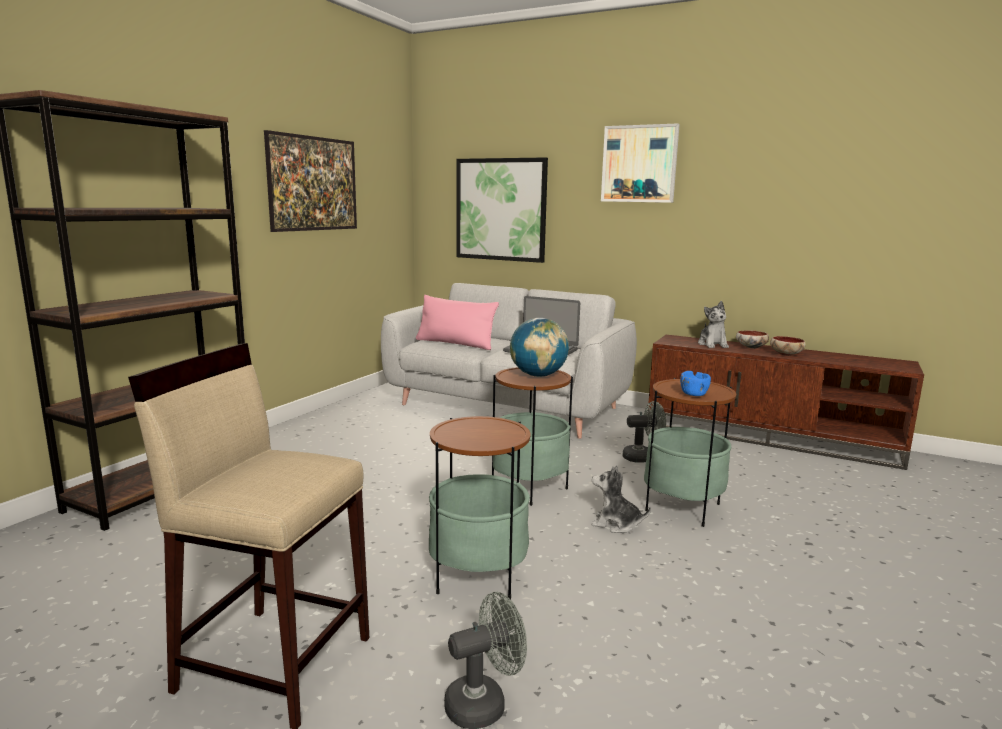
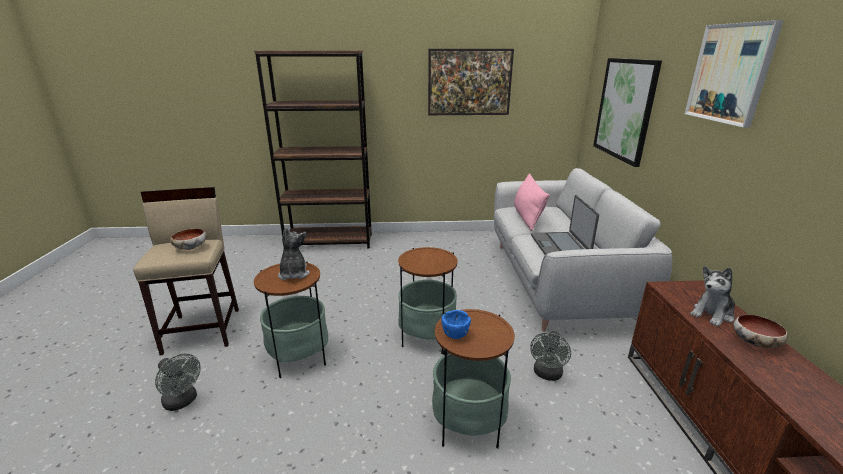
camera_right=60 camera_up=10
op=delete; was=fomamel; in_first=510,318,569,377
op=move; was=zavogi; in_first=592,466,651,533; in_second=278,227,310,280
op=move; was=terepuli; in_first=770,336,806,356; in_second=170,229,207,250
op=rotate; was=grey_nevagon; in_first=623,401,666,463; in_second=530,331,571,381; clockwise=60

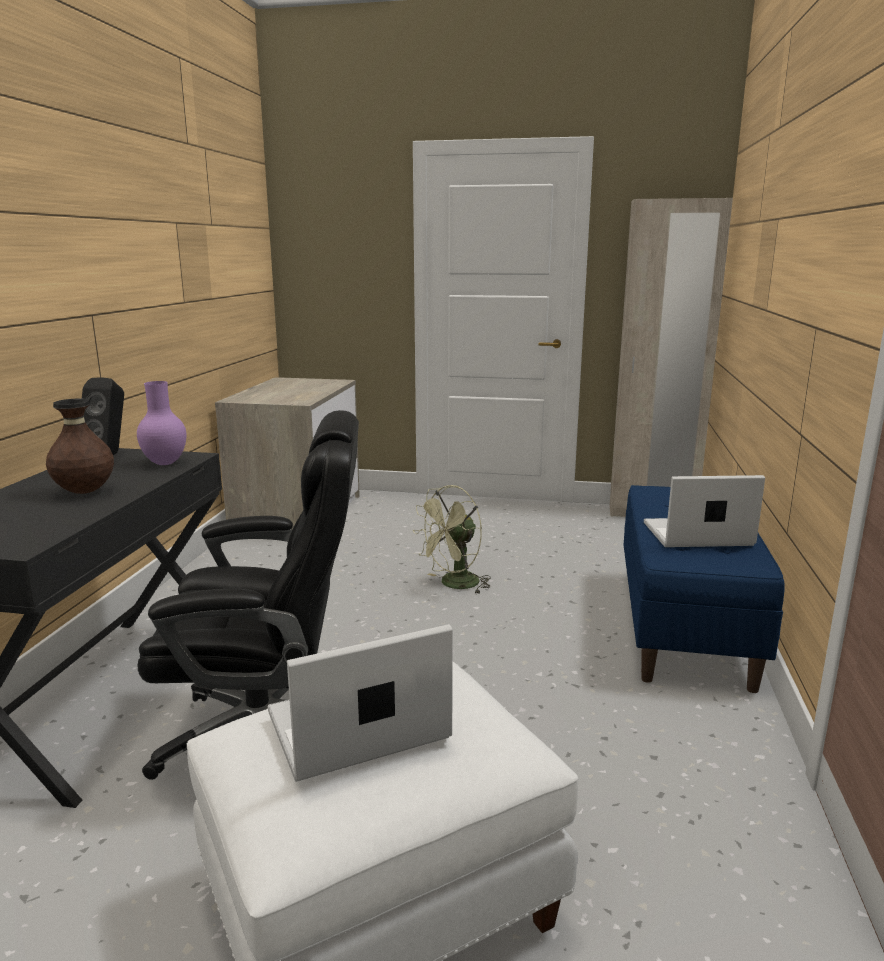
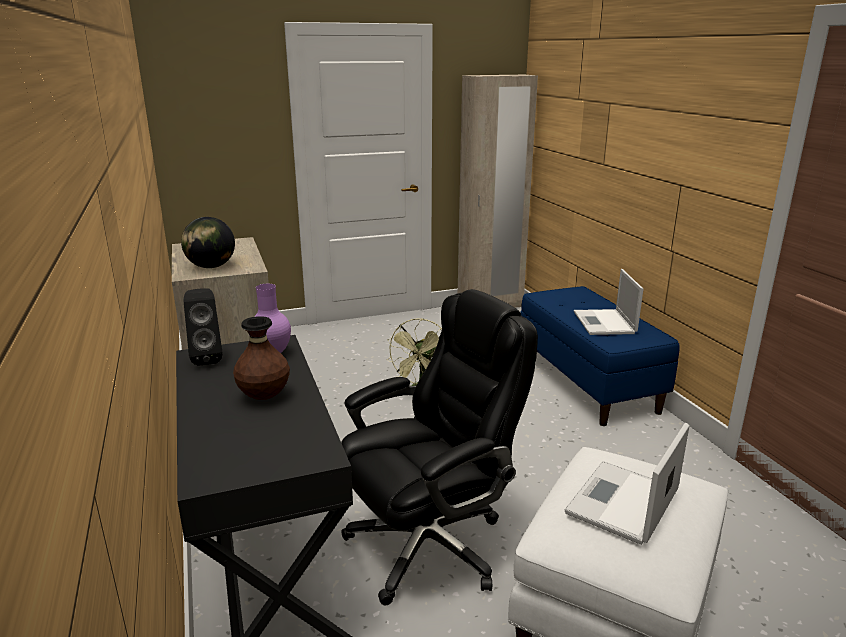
camera_right=-30 camera_up=5
op=insert; now=fomamel; in_second=181,217,235,268
op=rotate; was=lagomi; in_first=644,475,765,547; in_second=574,269,643,335; clockwise=-60

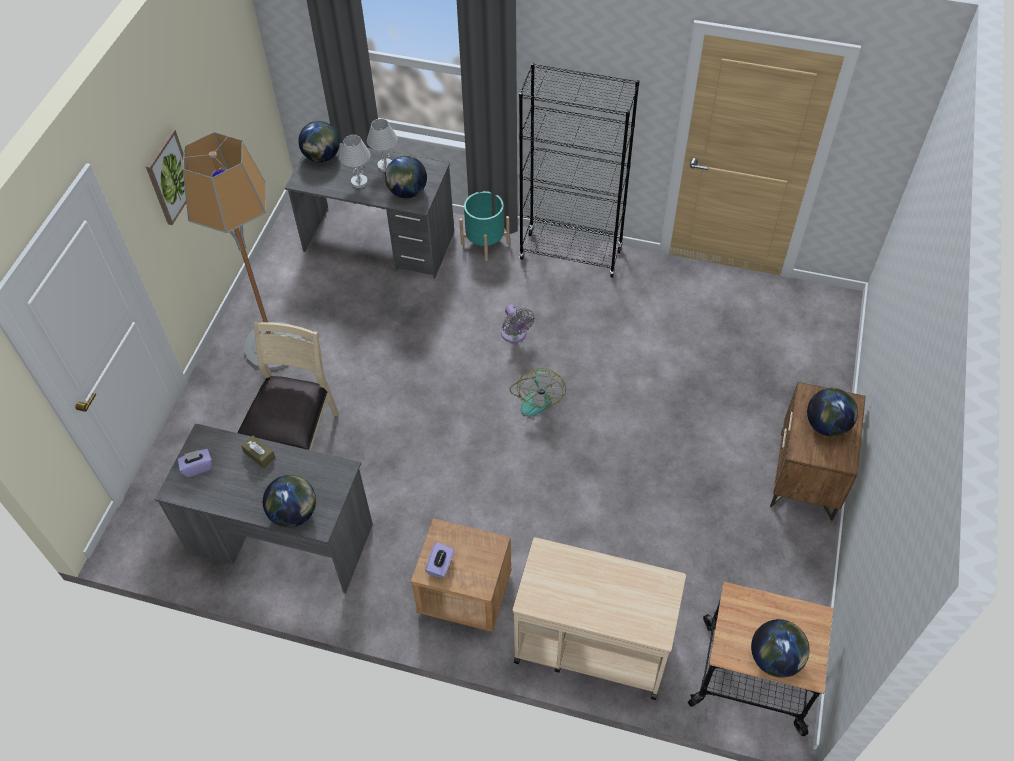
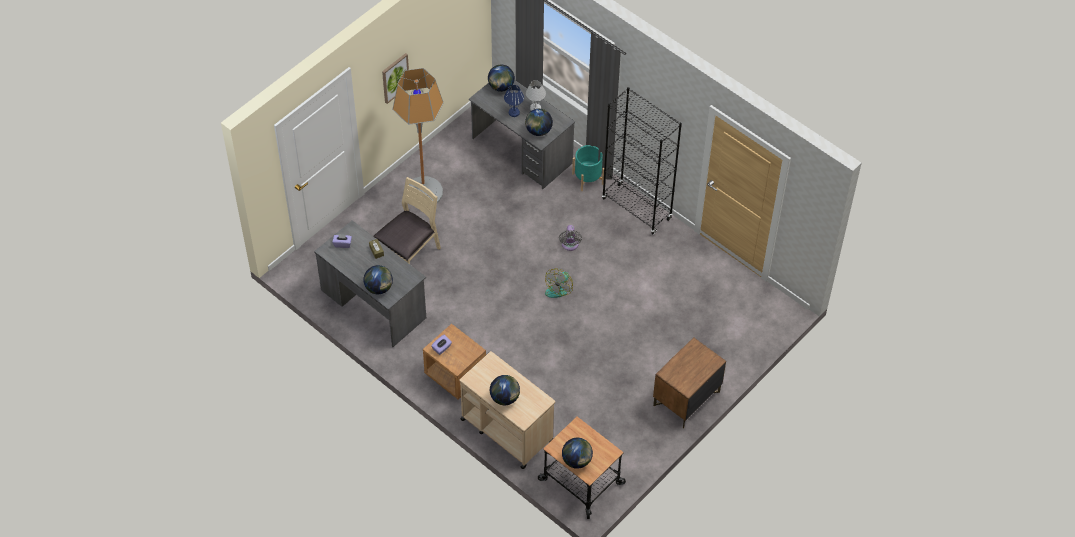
camera_right=25 camera_up=0
op=move; was=fomamel; in_first=807,388,858,437; in_second=490,375,520,405
op=recolor; was=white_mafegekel; now=blue_mafegekel; in_first=339,135,370,188; in_second=504,85,524,117

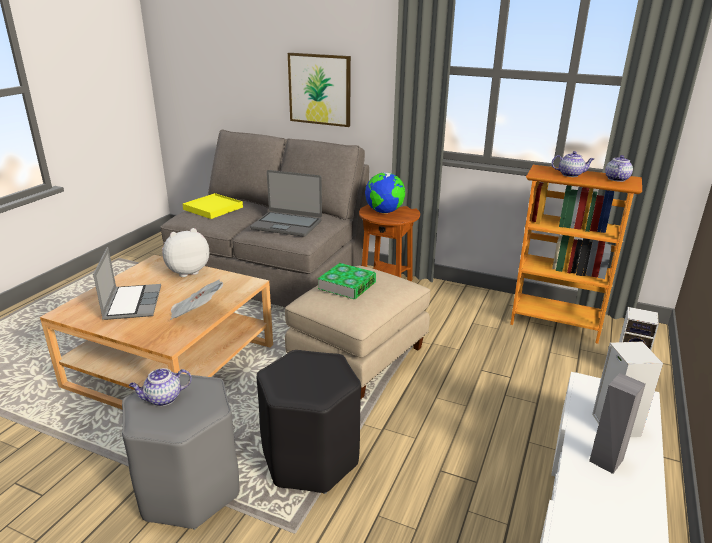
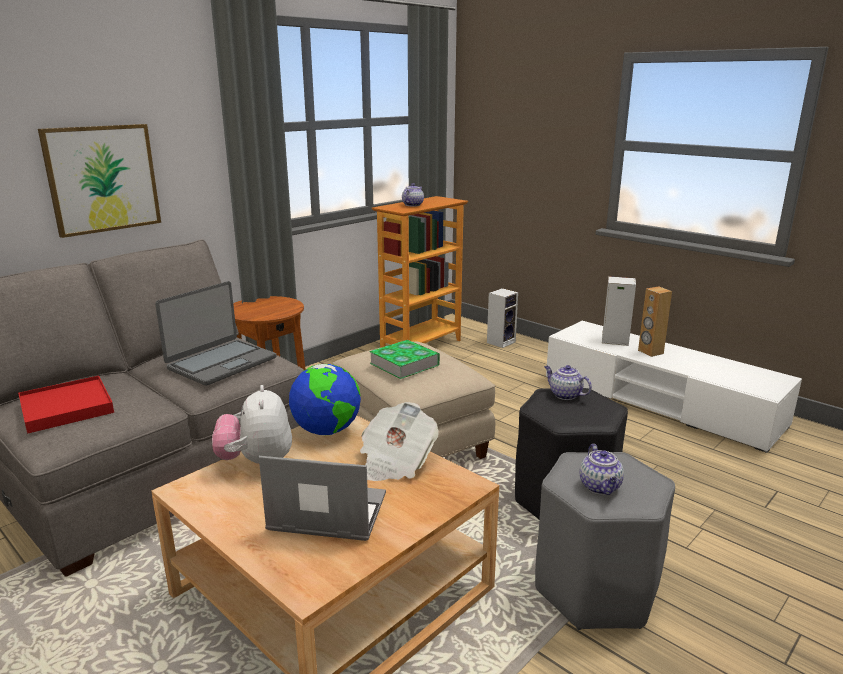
camera_right=-70 camera_up=-5
op=move; was=fomamel; in_first=365,172,405,213; in_second=289,364,361,435
op=move; was=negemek; in_first=605,155,633,182; in_second=544,365,592,400
op=recolor; was=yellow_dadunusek; now=red_dadunusek; in_first=183,193,243,219; in_second=18,376,114,434
op=recolor; was=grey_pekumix; now=brown_pekumix; in_first=589,373,646,474; in_second=638,286,672,357

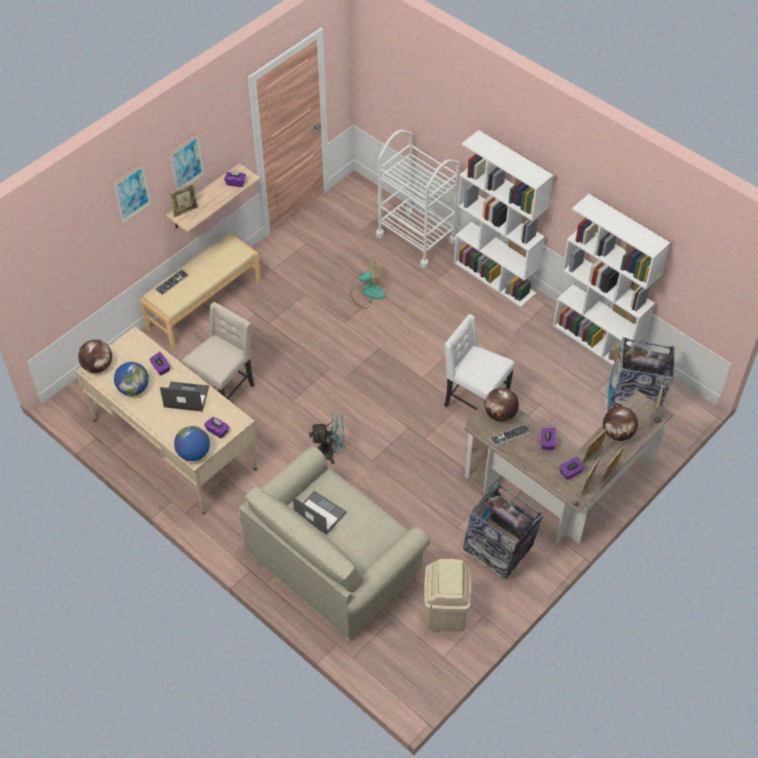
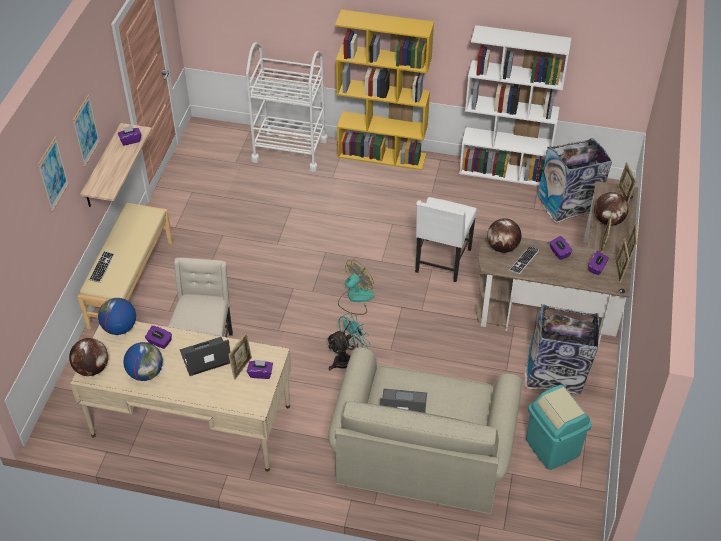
camera_right=-30 camera_up=-5
op=move; was=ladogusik; in_first=169,183,198,218; in_second=228,333,252,380
op=move; was=fomamel; in_first=174,426,210,461; in_second=98,298,136,335
op=move; was=nevagon; in_first=350,258,385,309; in_second=338,260,375,315
op=recolor; was=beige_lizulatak; now=turquoise_lizulatak; in_first=424,559,471,631; in_second=526,385,592,470
op=recolor; was=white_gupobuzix; now=yellow_gupobuzix; in_first=454,130,553,307; in_second=335,10,434,170
op=rotate; was=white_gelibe; in_first=444,314,515,410; in_second=415,197,477,282; clockwise=-75

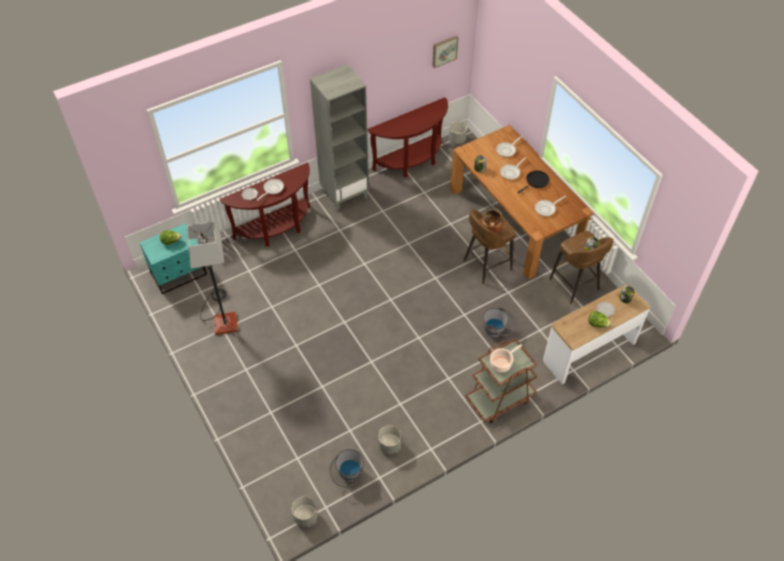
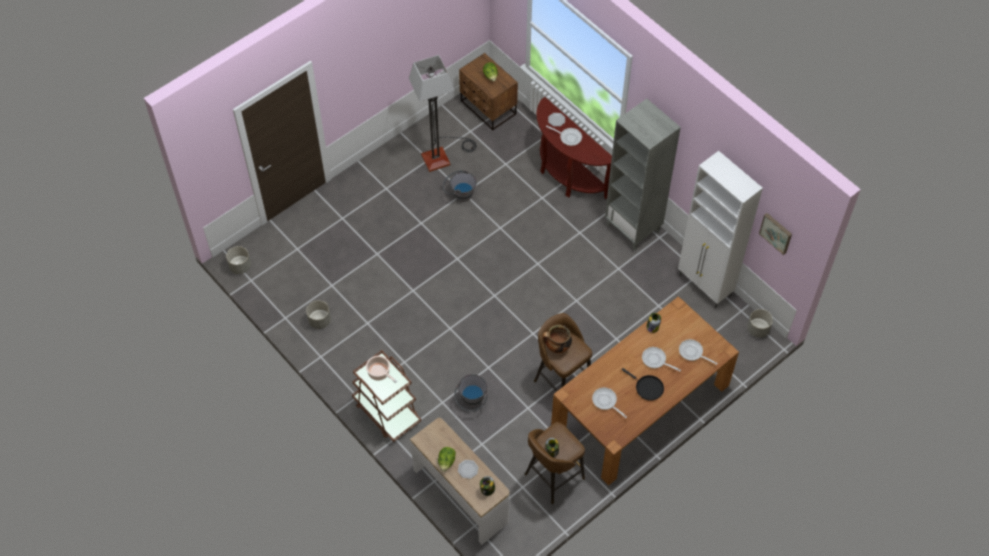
camera_right=80 camera_up=5
op=move; was=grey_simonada; in_first=330,449,364,487; in_second=443,170,477,202
op=replace; was=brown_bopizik; now=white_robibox; in_first=367,97,448,177; in_second=678,151,763,308
op=recolor; was=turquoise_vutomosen; now=brown_vutomosen; in_first=139,223,207,294; in_second=459,53,518,130

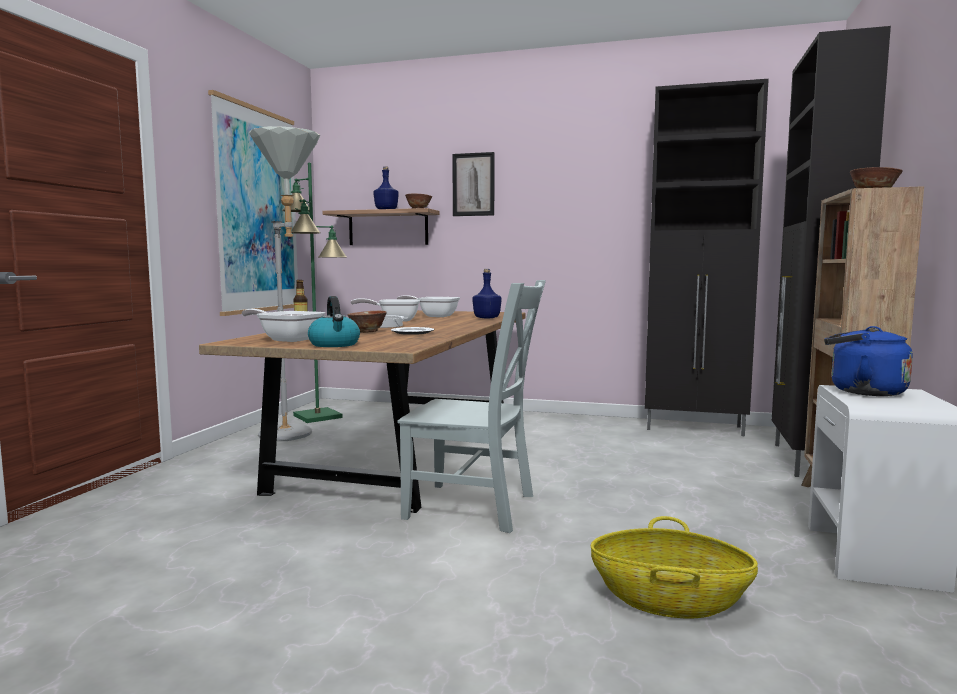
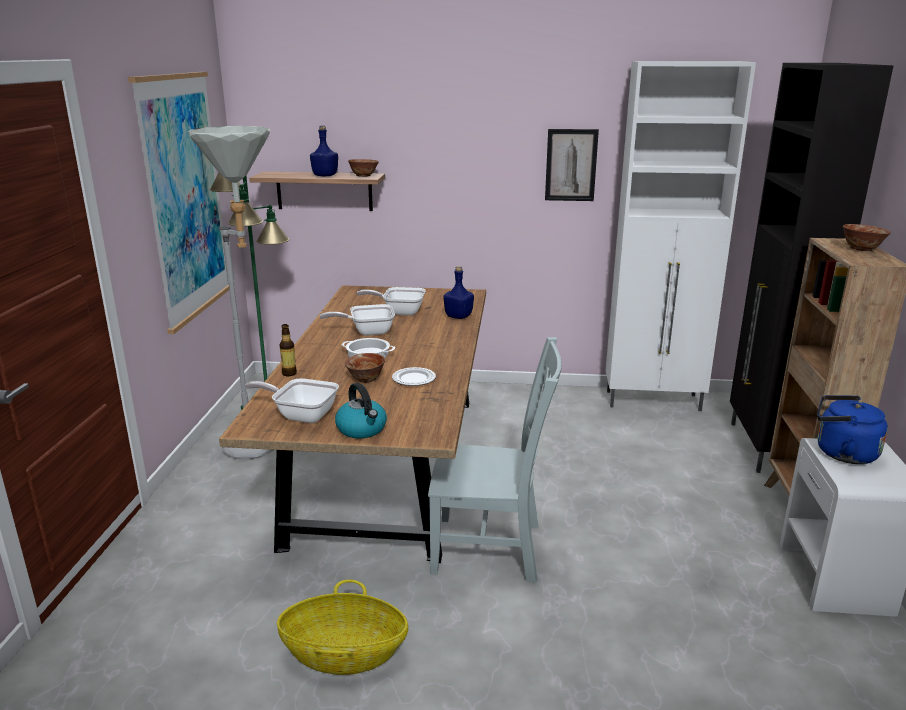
camera_right=-10 camera_up=15
op=move; was=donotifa; in_first=452,152,495,216; in_second=545,129,599,201
op=move; was=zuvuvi; in_first=591,516,758,618; in_second=277,580,408,675
op=recolor; was=black_robibox; now=white_robibox; in_first=645,79,769,436; in_second=606,61,756,411

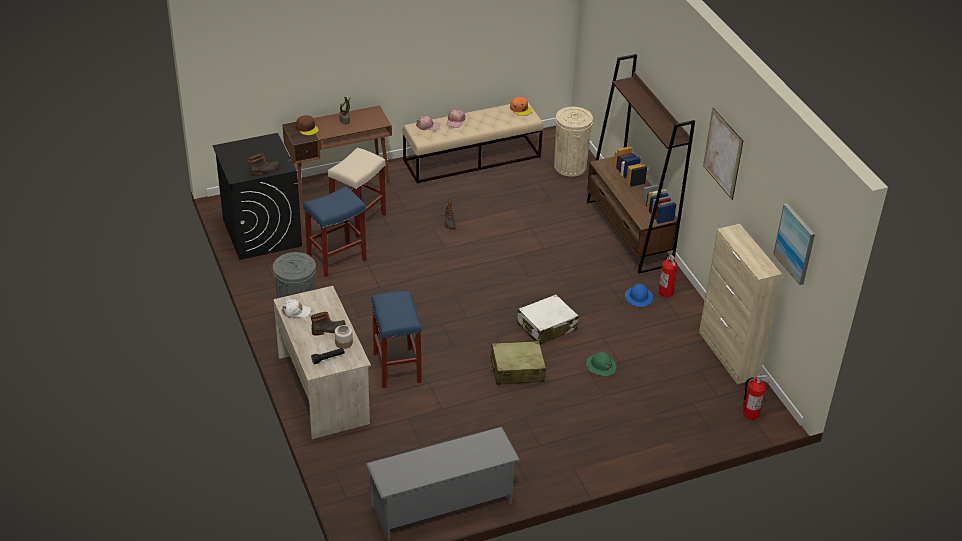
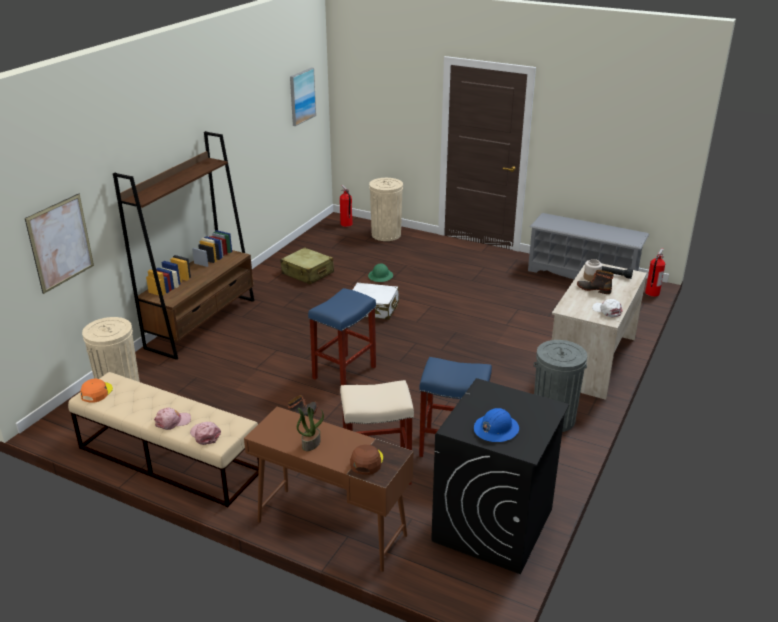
camera_right=-130 camera_up=-10
op=delete; was=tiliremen; in_first=248,153,279,176
op=delete; was=beige_robibox; in_first=699,224,782,384
op=insert; now=beige_lizulatak; in_second=369,178,403,241
op=move; was=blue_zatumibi; in_first=371,291,422,388; in_second=308,288,376,385
op=move; was=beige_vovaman; in_first=489,341,546,385; in_second=280,247,334,284
op=move; was=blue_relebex; in_first=625,284,653,307; in_second=474,408,519,442
op=move; was=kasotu; in_first=659,253,678,297; in_second=645,248,665,297
op=move; was=donotifa; in_first=703,108,743,200; in_second=25,193,94,294

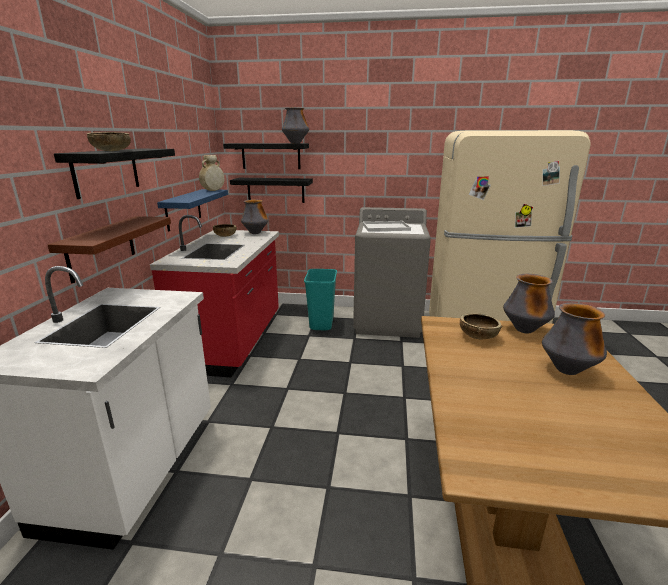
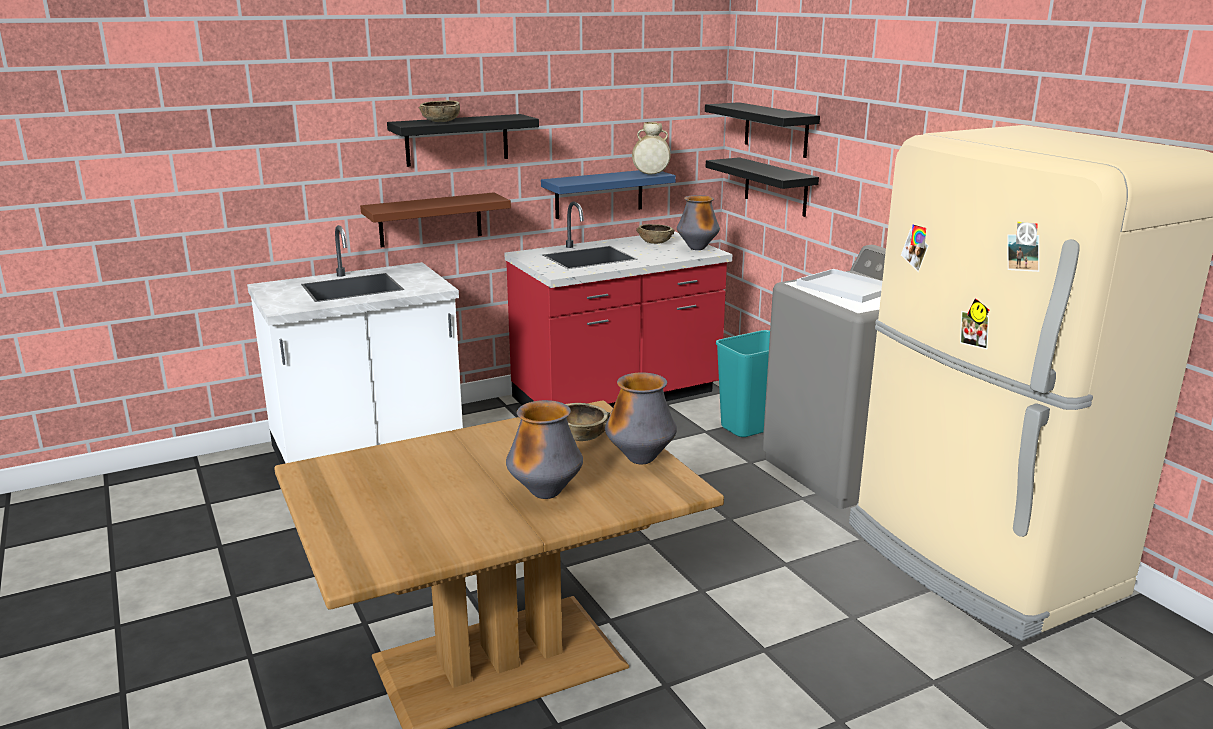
camera_right=55 camera_up=0
op=delete; was=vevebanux; in_first=282,108,309,144

